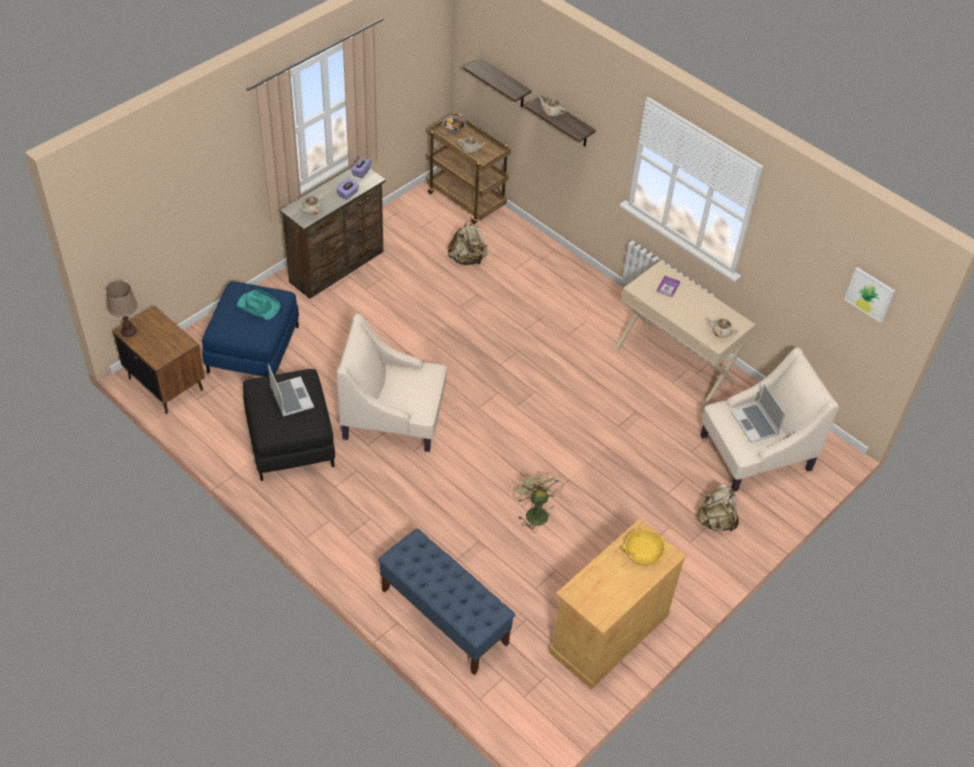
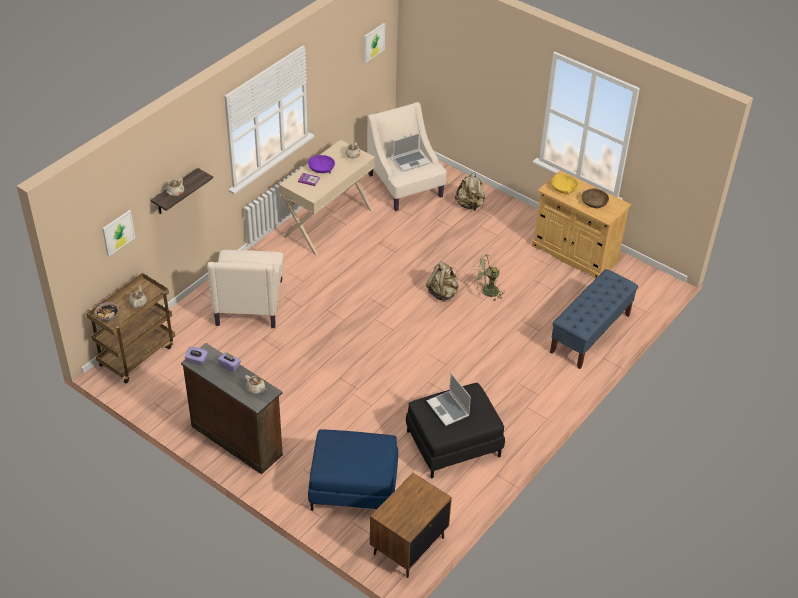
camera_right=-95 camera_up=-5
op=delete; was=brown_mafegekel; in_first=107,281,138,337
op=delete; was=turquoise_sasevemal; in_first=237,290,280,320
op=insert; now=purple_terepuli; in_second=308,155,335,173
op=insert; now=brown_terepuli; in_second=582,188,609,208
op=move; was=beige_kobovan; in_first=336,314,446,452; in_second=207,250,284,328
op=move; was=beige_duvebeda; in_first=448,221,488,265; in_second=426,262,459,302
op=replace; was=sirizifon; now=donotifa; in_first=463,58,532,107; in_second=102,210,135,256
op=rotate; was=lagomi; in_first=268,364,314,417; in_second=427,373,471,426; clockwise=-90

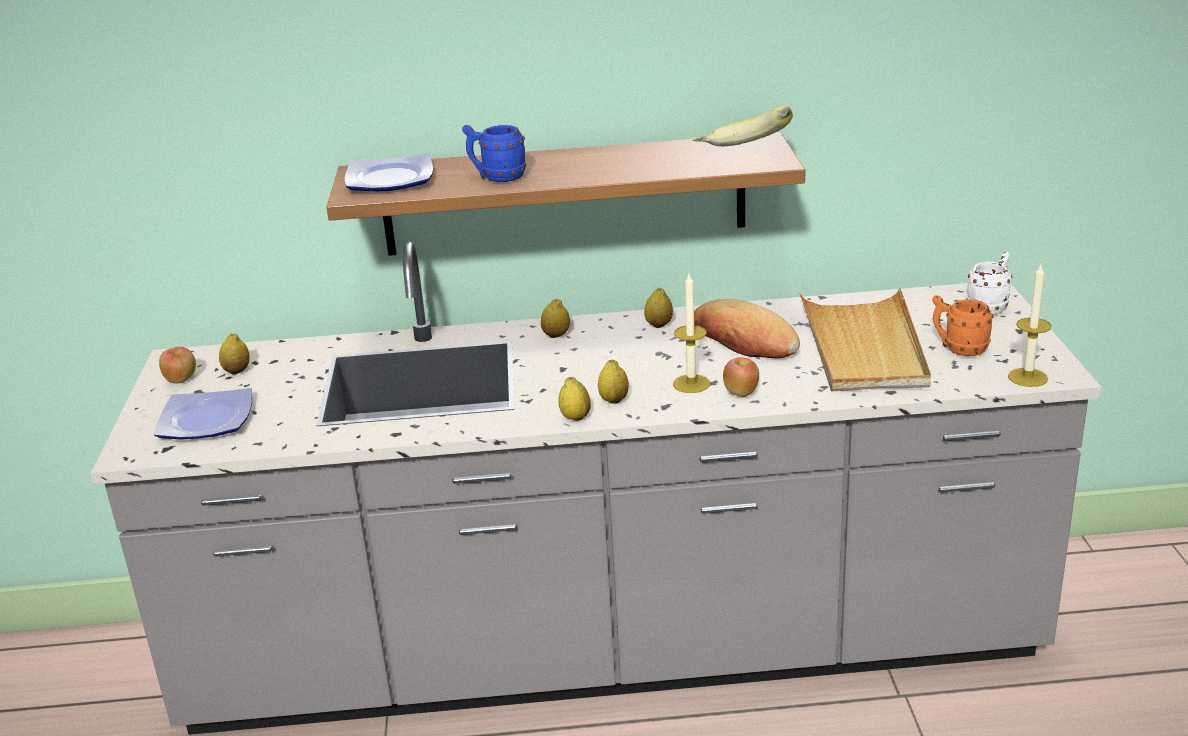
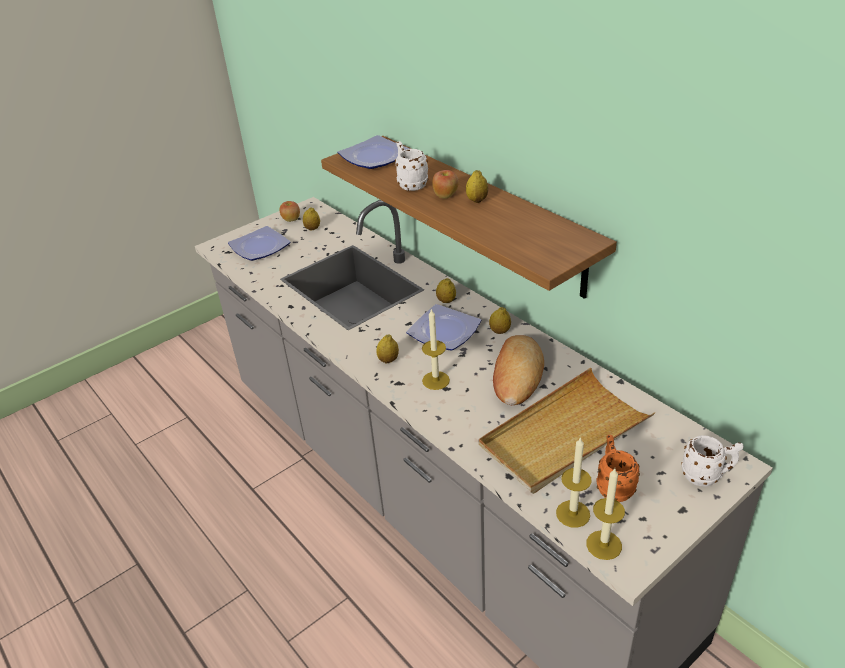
camera_right=55 camera_up=10
op=delete; was=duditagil; in_first=693,106,793,146
op=insert; now=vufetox; in_second=406,304,481,351
op=insert; now=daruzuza; in_second=556,436,592,528
op=move; was=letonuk; in_first=558,377,591,421; in_second=466,170,488,203
op=move; was=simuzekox; in_first=723,357,759,397; in_second=432,170,459,198
op=recolor; was=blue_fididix; now=white_fididix; in_first=462,125,526,182; in_second=395,141,429,191

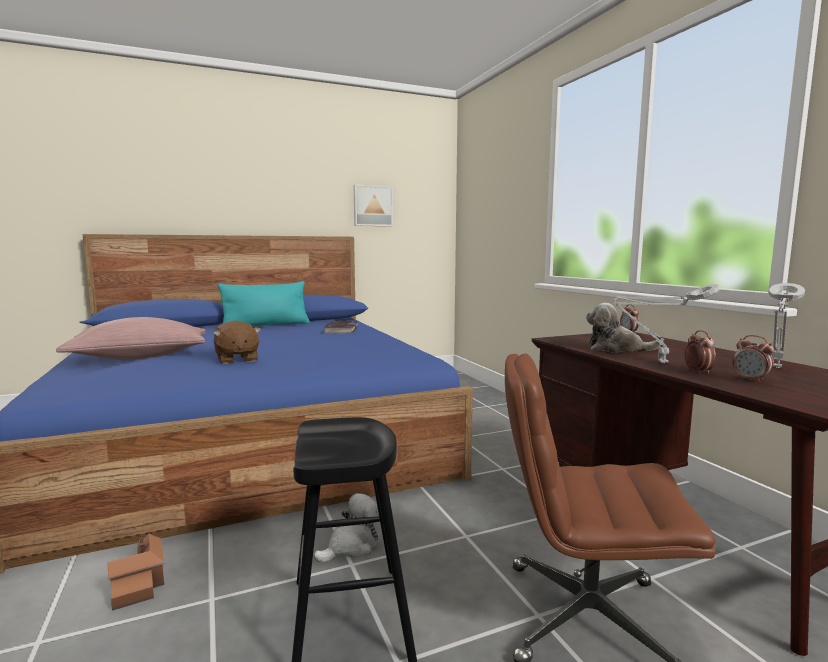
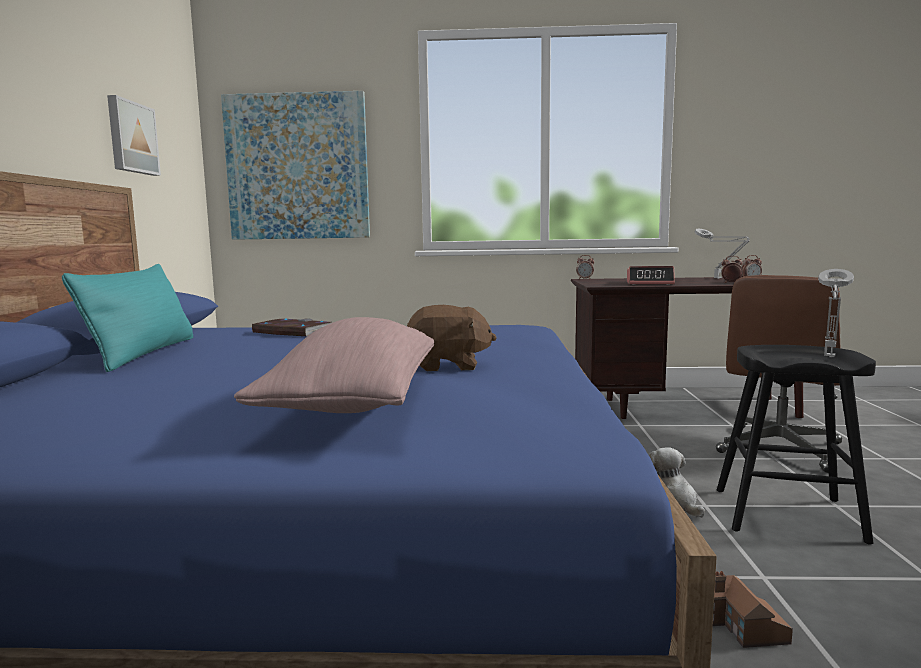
camera_right=-65 camera_up=0
op=insert; now=donotifa; in_second=221,91,370,240
op=move; was=grey_mafegekel; in_first=613,284,720,363; in_second=818,269,854,357
op=replace; was=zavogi; now=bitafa; in_first=586,303,661,353; in_second=627,266,675,285

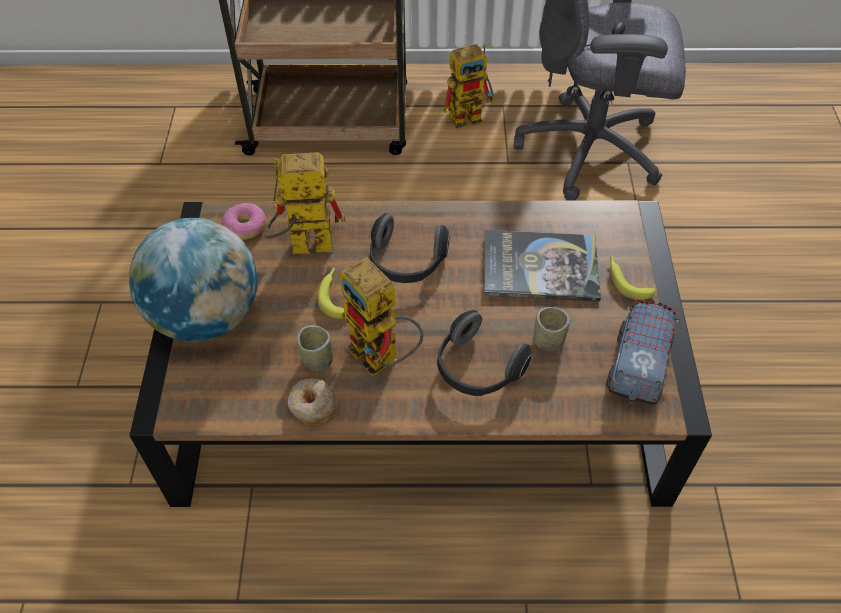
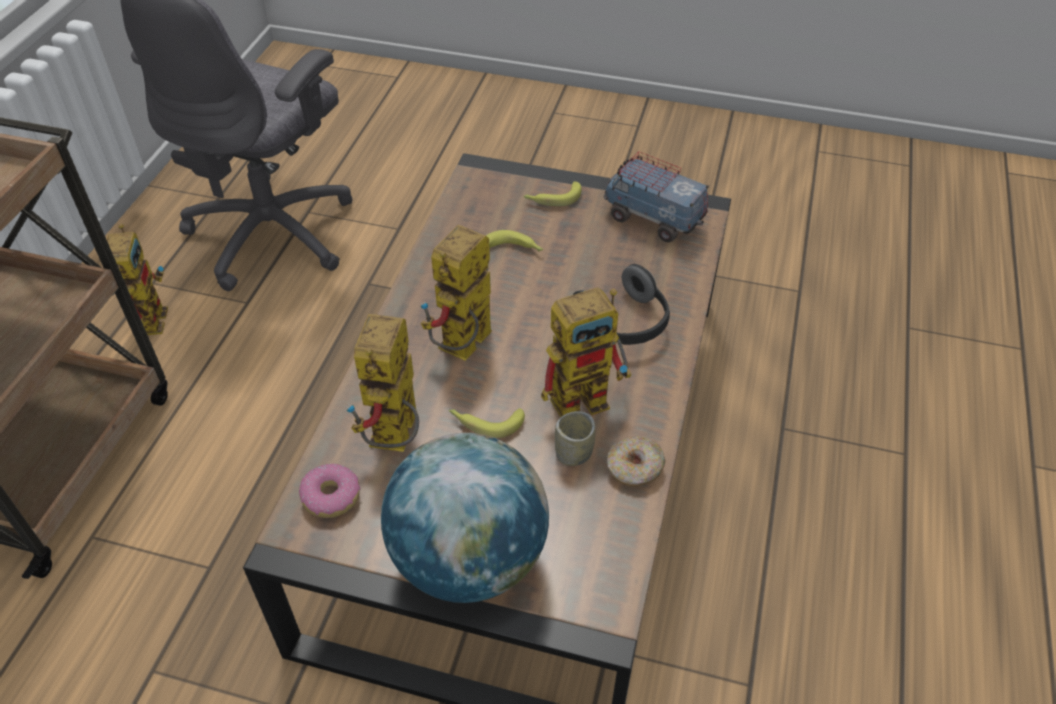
camera_right=-75 camera_up=-5
op=delete; was=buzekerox; in_first=534,307,570,351
op=replace; was=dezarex; now=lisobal; in_first=370,213,450,283; in_second=421,225,492,361
op=replace; was=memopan; now=duditagil; in_first=484,230,601,301; in_second=486,230,544,252

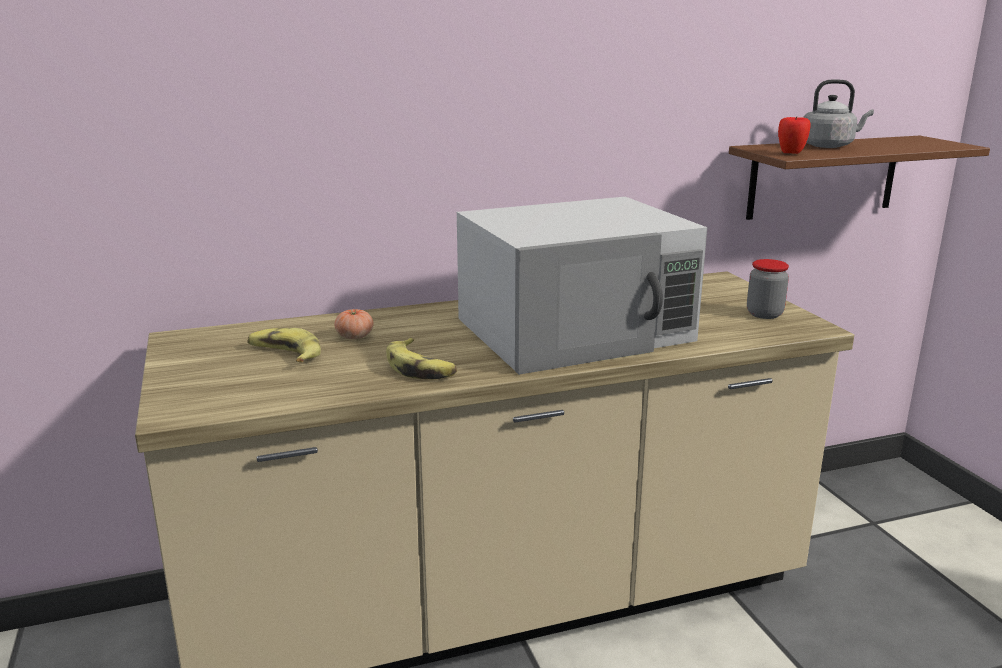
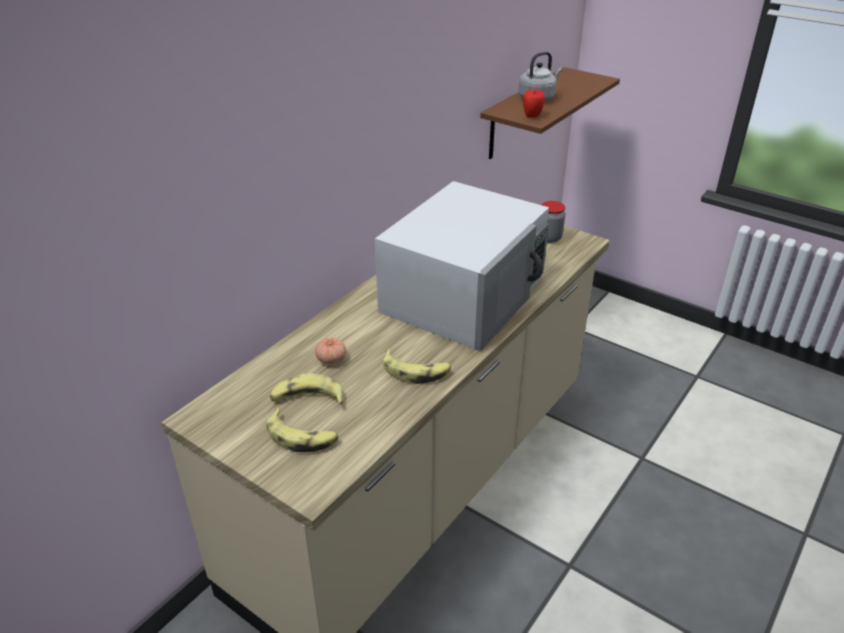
camera_right=-35 camera_up=15
op=insert; now=duditagil; in_second=266,408,338,452

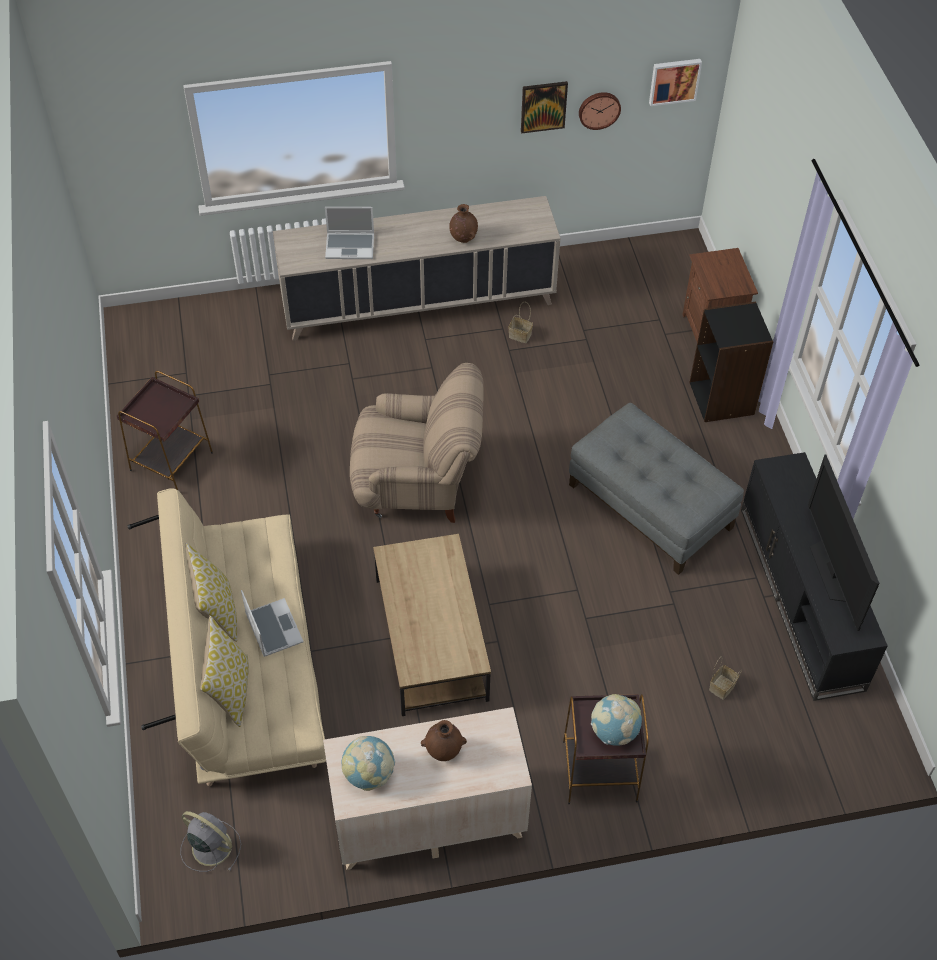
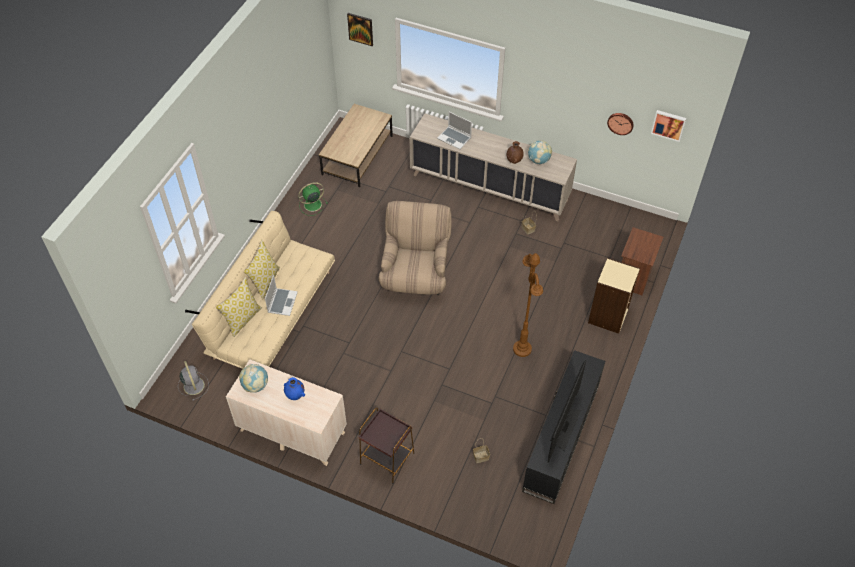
camera_right=35 camera_up=0
op=move; was=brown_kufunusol; in_first=373,534,491,716; in_second=319,104,393,187
op=move; was=donotifa; in_first=521,81,568,134; in_second=347,13,373,46
op=move; was=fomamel; in_first=591,694,642,746; in_second=528,140,552,165
op=replace; was=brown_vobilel; now=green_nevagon; in_first=117,371,213,490; in_second=298,182,327,216
op=replace; was=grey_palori; now=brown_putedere; in_first=569,403,744,575; in_second=513,253,543,357
op=recolor; was=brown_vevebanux; now=blue_vevebanux; in_first=421,720,467,761; in_second=284,377,305,400
op=recolor; was=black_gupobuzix; now=beige_gupobuzix; in_first=689,302,773,422; in_second=588,258,640,334
op=rotate; was=beige_kobovan; in_first=350,363,484,523; in_second=378,201,452,295; clockwise=-120

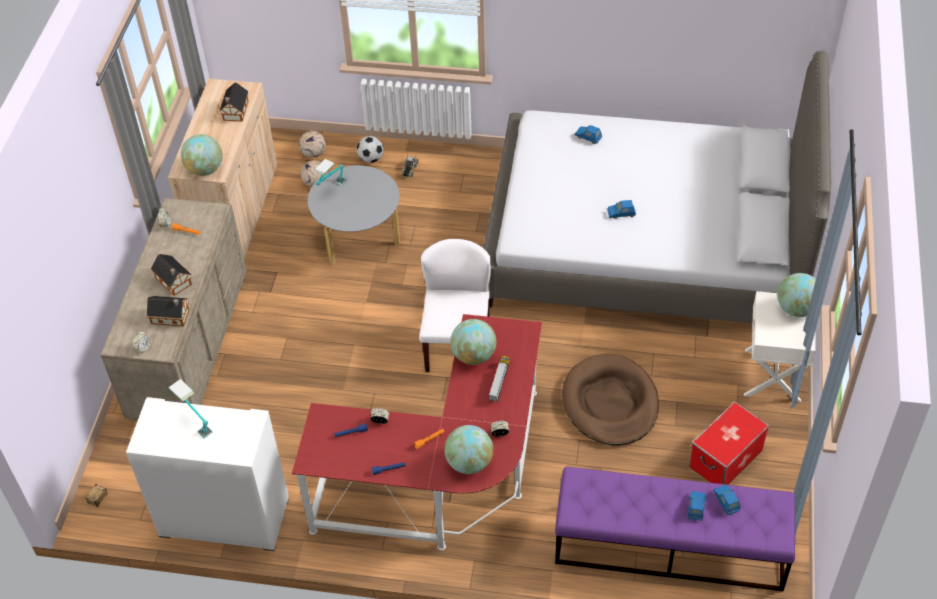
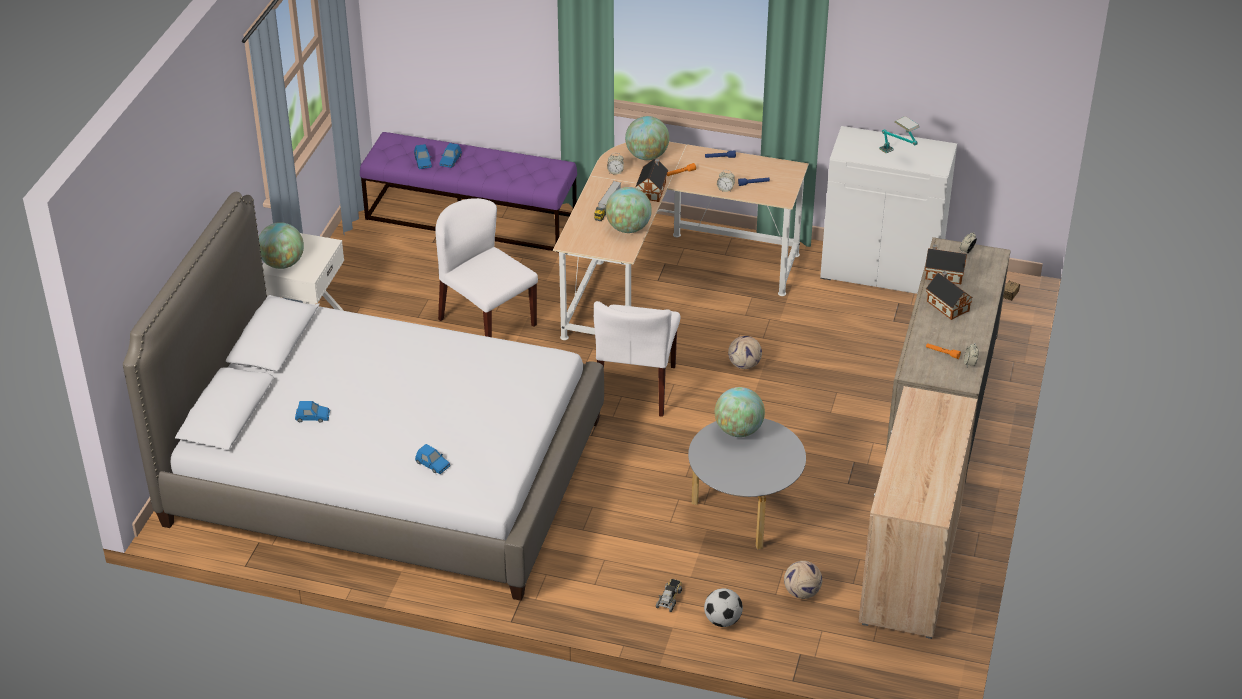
camera_right=-175 camera_up=-10
op=delete; was=mafegekel; in_first=314,159,347,186
op=delete; was=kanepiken; in_first=688,401,769,485
op=move; was=fomamel; in_first=180,134,223,176; in_second=715,387,765,437
op=move; was=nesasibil; in_first=219,83,249,122; in_second=636,158,668,202
op=move; was=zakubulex; in_first=299,131,326,158; in_second=728,336,762,369
op=move; was=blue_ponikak; in_first=607,200,636,219; in_second=295,401,330,422
op=replace; was=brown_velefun; now=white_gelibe; in_first=562,354,659,445; in_second=435,198,538,337
op=recolor; was=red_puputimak; now=beige_puputimak; in_first=292,314,542,550; in_second=553,142,809,340

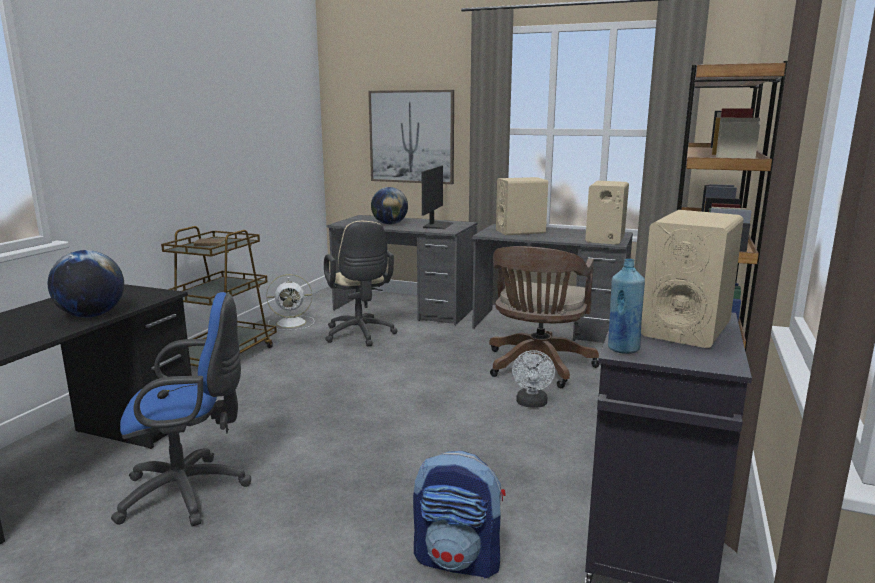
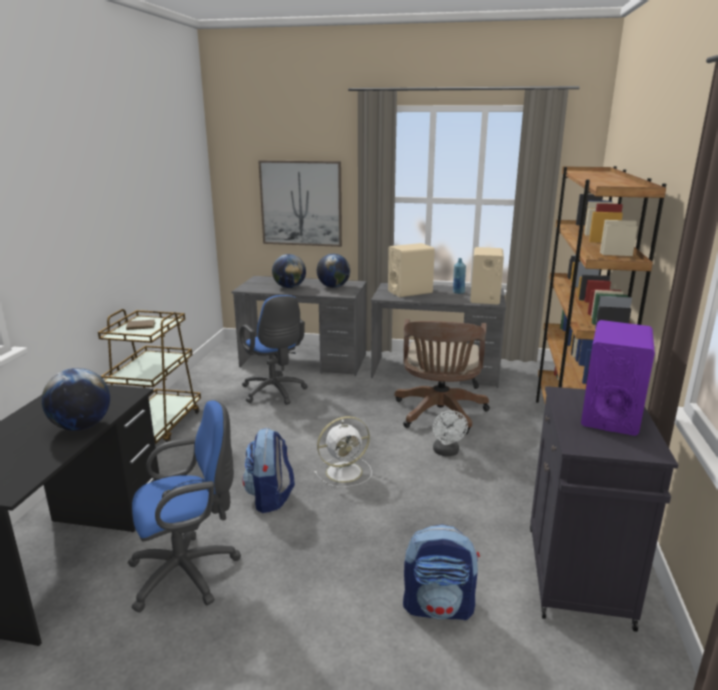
camera_right=-10 camera_up=5
op=insert; now=duvebeda; in_second=243,428,295,513
op=move; was=white_nevagon; in_first=266,274,314,330; in_second=314,416,372,487
op=move; was=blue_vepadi; in_first=608,259,645,354; in_second=453,258,466,294
op=replace; was=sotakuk; now=fomamel; in_first=422,166,453,229; in_second=317,254,350,288
op=recolor; was=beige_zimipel; now=blue_zimipel; in_first=324,221,397,346; in_second=240,295,308,405
op=recolor; was=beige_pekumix; now=purple_pekumix; in_first=641,210,744,348; in_second=581,320,655,436

